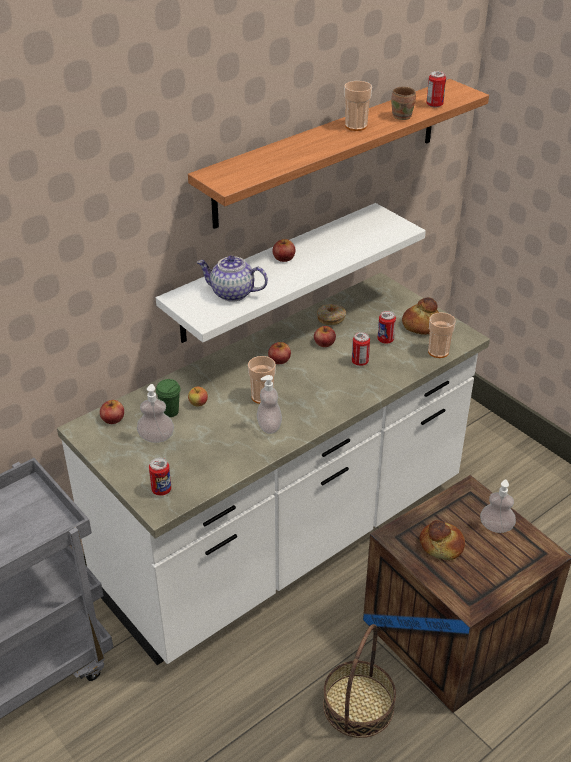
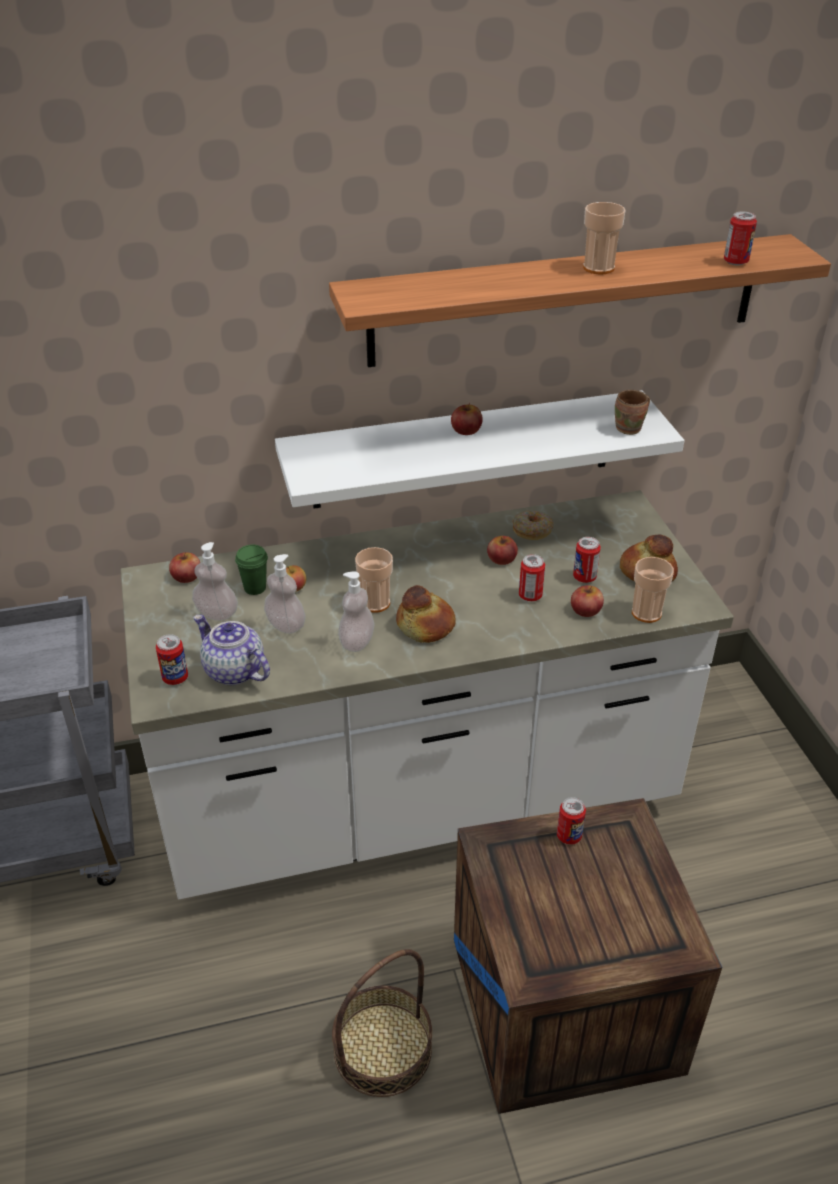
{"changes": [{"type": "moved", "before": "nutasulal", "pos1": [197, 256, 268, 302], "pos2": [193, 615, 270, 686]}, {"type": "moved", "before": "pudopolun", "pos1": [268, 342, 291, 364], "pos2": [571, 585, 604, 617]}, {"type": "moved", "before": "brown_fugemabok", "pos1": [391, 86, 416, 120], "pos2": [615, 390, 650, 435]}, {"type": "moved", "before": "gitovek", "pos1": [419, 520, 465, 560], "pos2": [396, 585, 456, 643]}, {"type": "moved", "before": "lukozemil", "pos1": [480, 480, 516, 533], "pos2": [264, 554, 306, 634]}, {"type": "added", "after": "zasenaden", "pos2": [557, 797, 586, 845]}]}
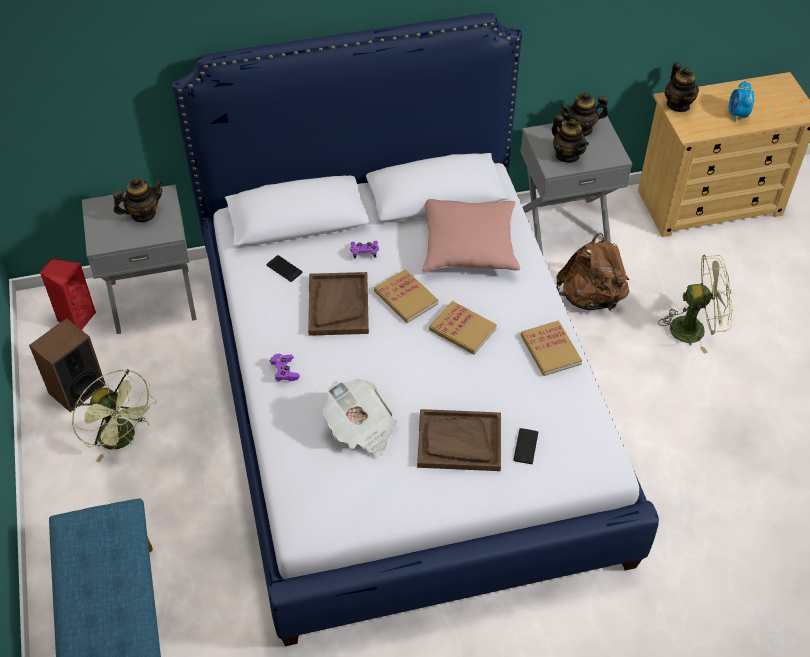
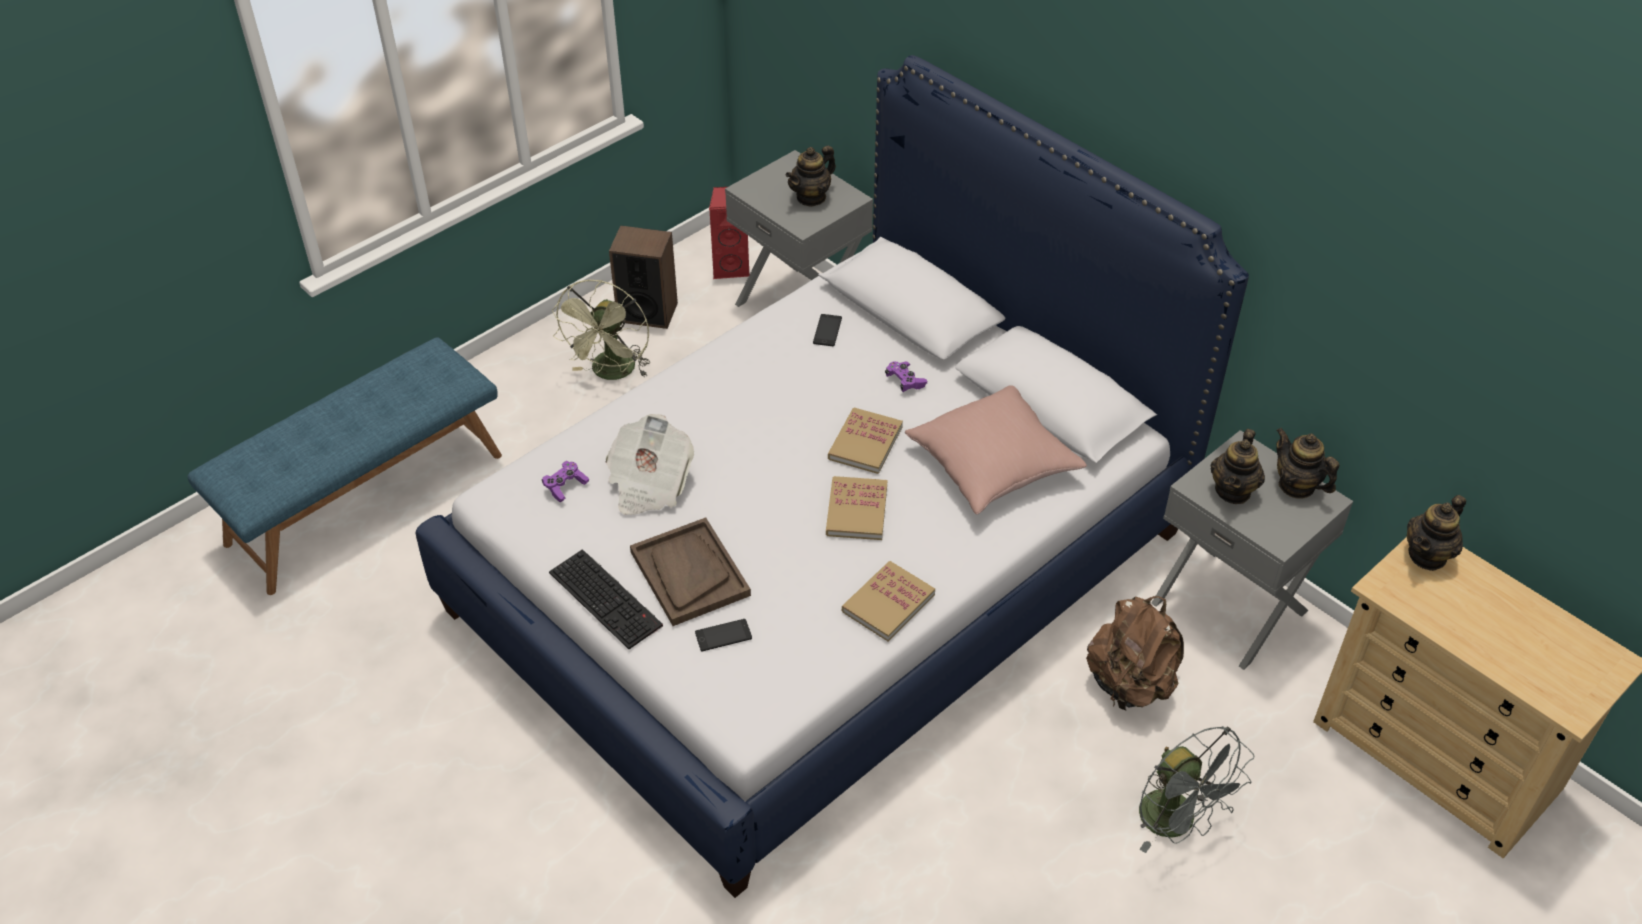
{"changes": [{"type": "turned", "before": "nutasulal", "pos1": [113, 178, 163, 222], "pos2": [786, 146, 836, 207], "turn": 105}, {"type": "moved", "before": "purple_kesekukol", "pos1": [269, 354, 300, 382], "pos2": [542, 461, 589, 503]}, {"type": "removed", "before": "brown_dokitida", "pos1": [308, 272, 369, 336]}, {"type": "recoloured", "before": "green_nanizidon", "after": "grey_nanizidon", "pos1": [658, 255, 732, 354], "pos2": [1139, 726, 1254, 853]}, {"type": "removed", "before": "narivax", "pos1": [729, 80, 754, 122]}, {"type": "added", "after": "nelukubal", "pos2": [549, 549, 663, 649]}]}
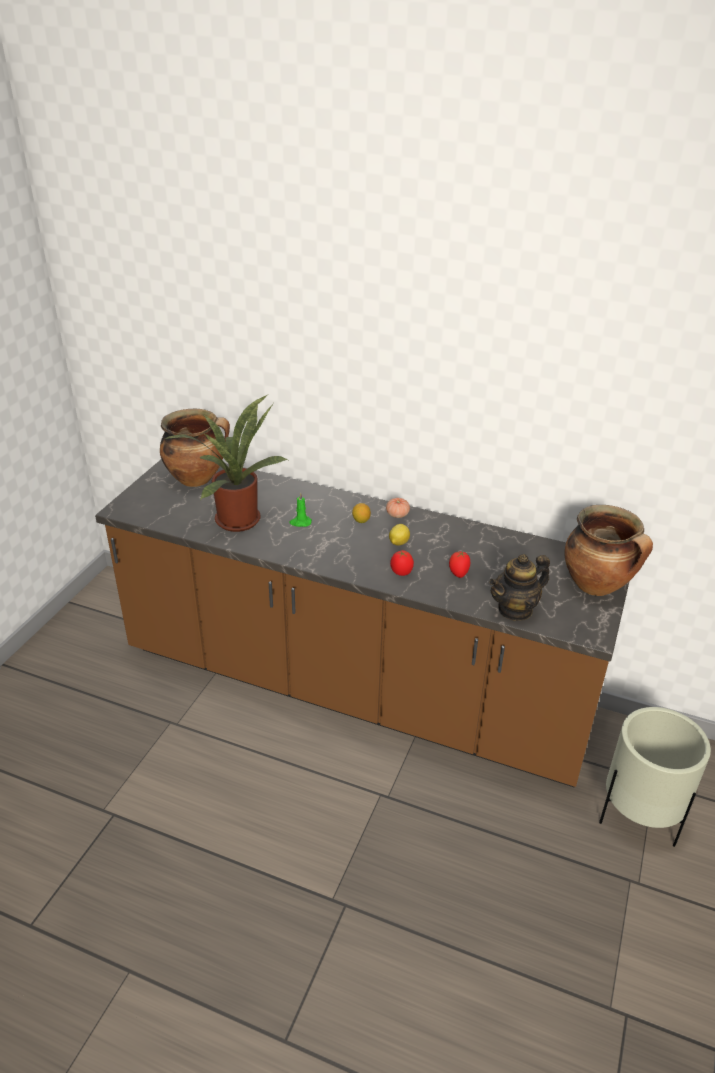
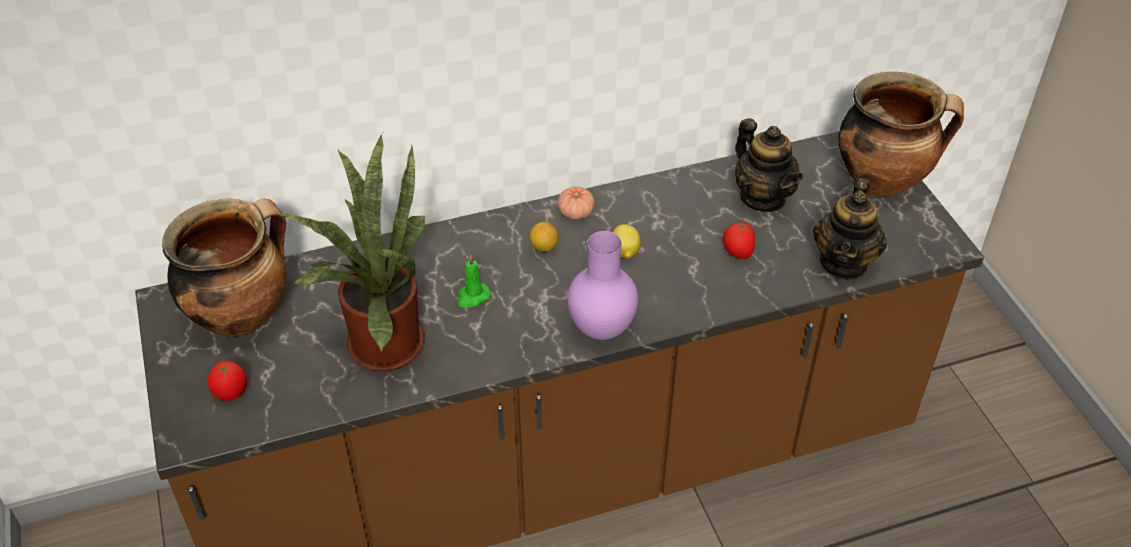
{"changes": [{"type": "moved", "before": "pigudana", "pos1": [390, 550, 414, 576], "pos2": [208, 361, 247, 401]}, {"type": "removed", "before": "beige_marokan", "pos1": [599, 707, 711, 847]}, {"type": "added", "after": "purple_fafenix", "pos2": [567, 231, 638, 340]}, {"type": "added", "after": "nutasulal", "pos2": [735, 118, 803, 212]}]}
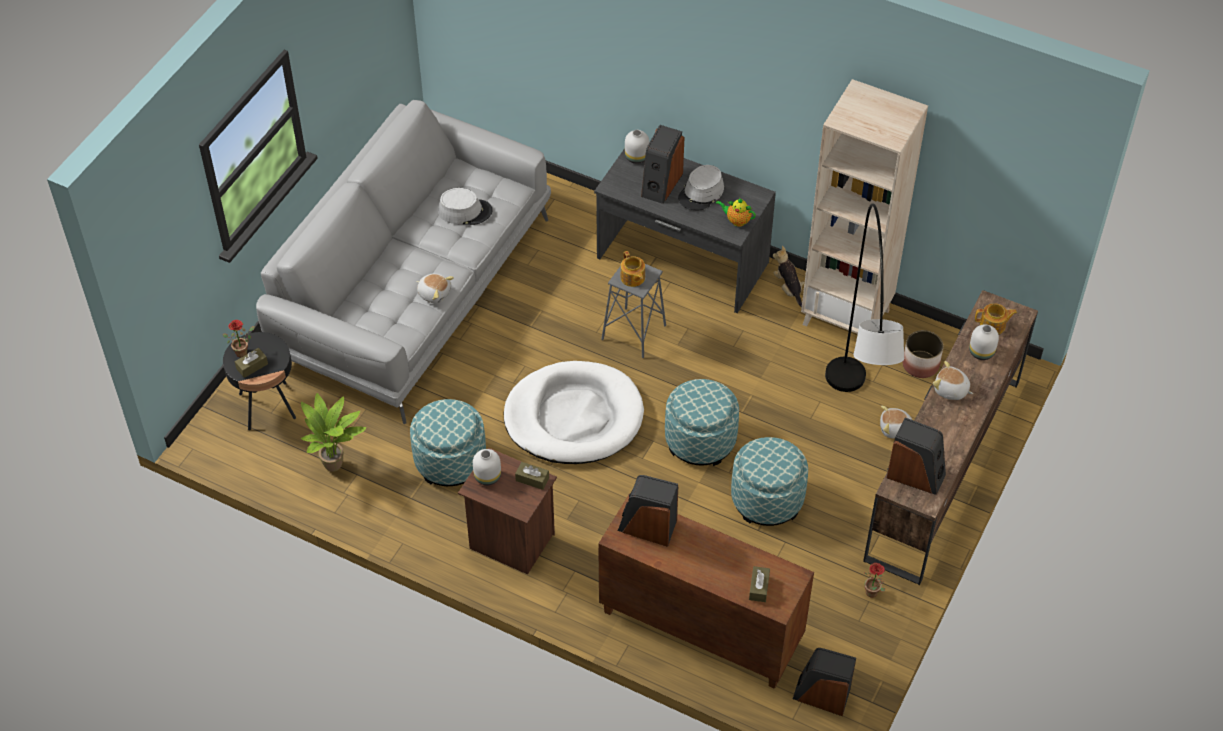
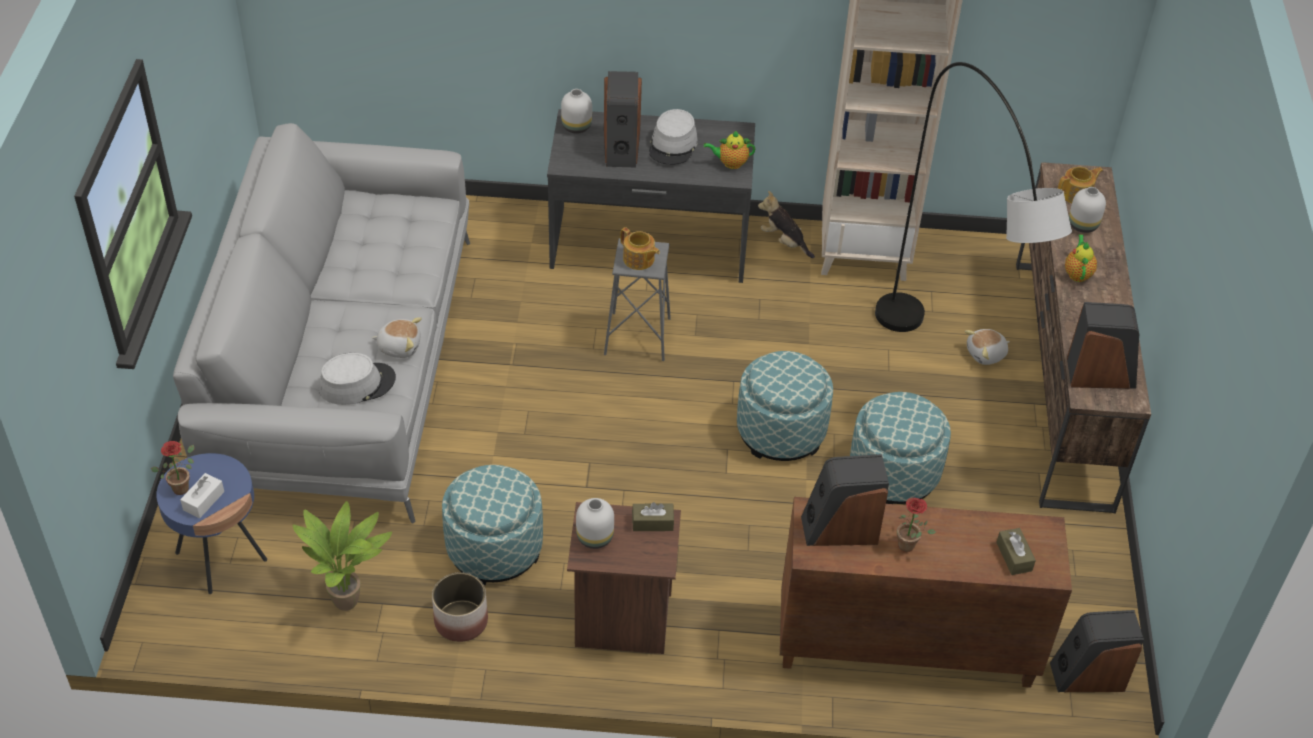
{"changes": [{"type": "recoloured", "before": "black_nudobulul", "after": "blue_nudobulul", "pos1": [223, 332, 296, 430], "pos2": [156, 453, 267, 594]}, {"type": "recoloured", "before": "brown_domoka", "after": "white_domoka", "pos1": [235, 348, 268, 378], "pos2": [180, 473, 224, 518]}, {"type": "moved", "before": "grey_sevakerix", "pos1": [438, 188, 493, 225], "pos2": [319, 353, 396, 405]}, {"type": "removed", "before": "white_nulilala", "pos1": [504, 361, 644, 464]}, {"type": "moved", "before": "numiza", "pos1": [864, 563, 885, 598], "pos2": [897, 498, 936, 552]}, {"type": "moved", "before": "marokan", "pos1": [902, 330, 943, 378], "pos2": [432, 572, 488, 642]}, {"type": "replaced", "before": "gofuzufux", "after": "nutasulal", "pos1": [933, 361, 973, 400], "pos2": [1065, 234, 1097, 282]}]}
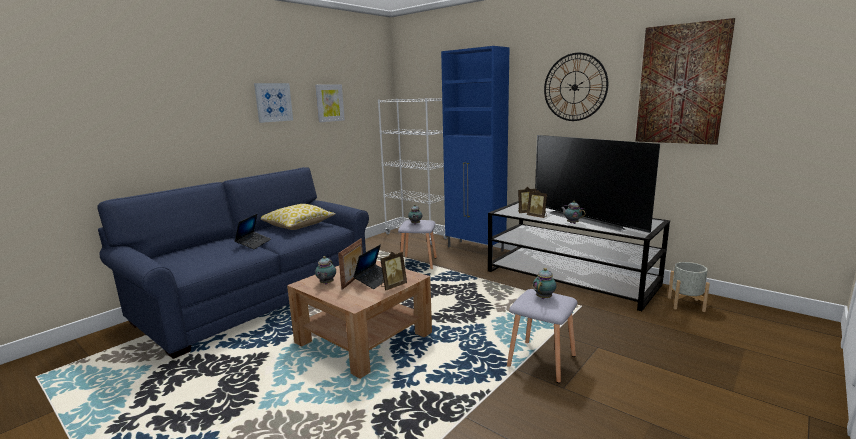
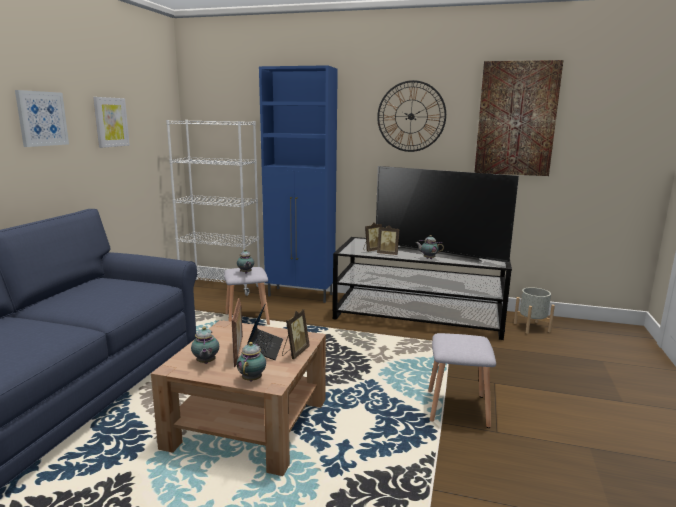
{"changes": [{"type": "removed", "before": "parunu", "pos1": [235, 214, 271, 249]}, {"type": "removed", "before": "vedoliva", "pos1": [261, 204, 336, 230]}, {"type": "moved", "before": "nutasulal", "pos1": [533, 268, 556, 299], "pos2": [237, 342, 266, 382]}]}
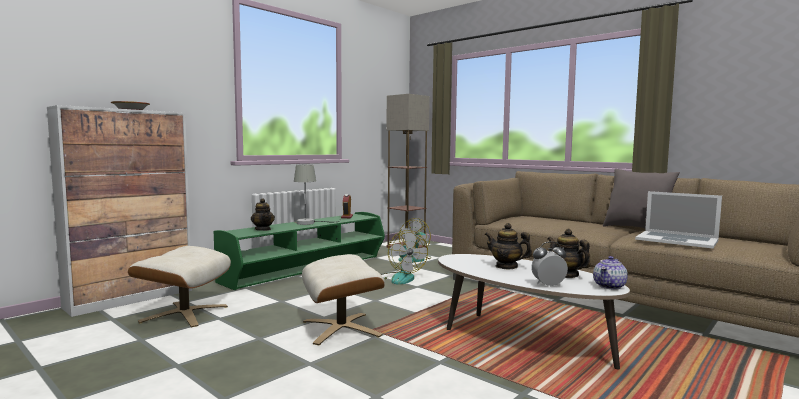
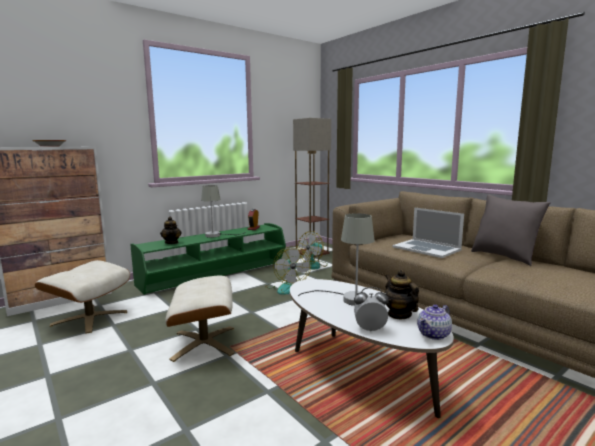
{"changes": [{"type": "replaced", "before": "nutasulal", "after": "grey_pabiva", "pos1": [485, 223, 532, 269], "pos2": [298, 213, 375, 306]}, {"type": "moved", "before": "parunu", "pos1": [635, 191, 722, 249], "pos2": [393, 207, 464, 258]}]}
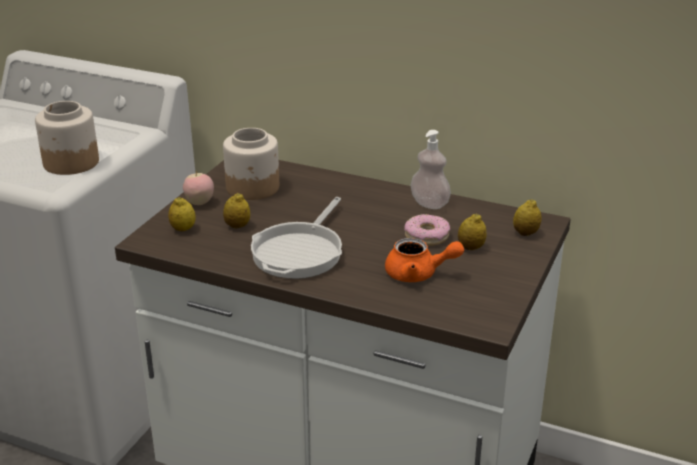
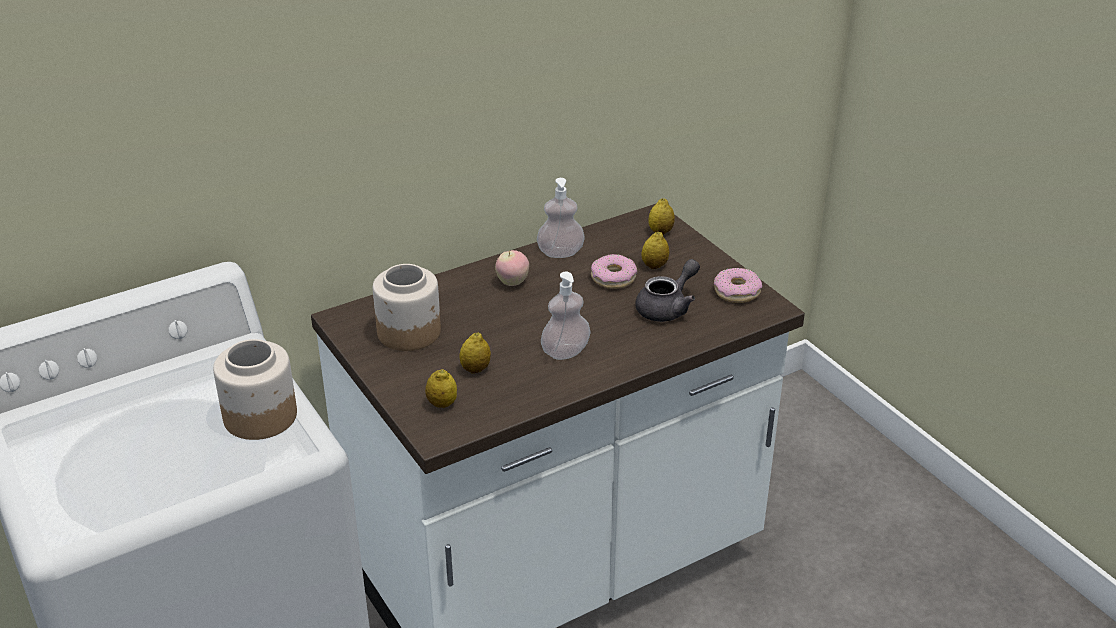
{"changes": [{"type": "moved", "before": "pudopolun", "pos1": [183, 170, 214, 205], "pos2": [495, 250, 529, 286]}, {"type": "replaced", "before": "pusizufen", "after": "lukozemil", "pos1": [251, 197, 342, 279], "pos2": [541, 272, 590, 360]}, {"type": "recoloured", "before": "orange_nutasulal", "after": "grey_nutasulal", "pos1": [385, 238, 464, 282], "pos2": [635, 259, 700, 322]}, {"type": "added", "after": "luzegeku", "pos2": [714, 268, 762, 303]}]}
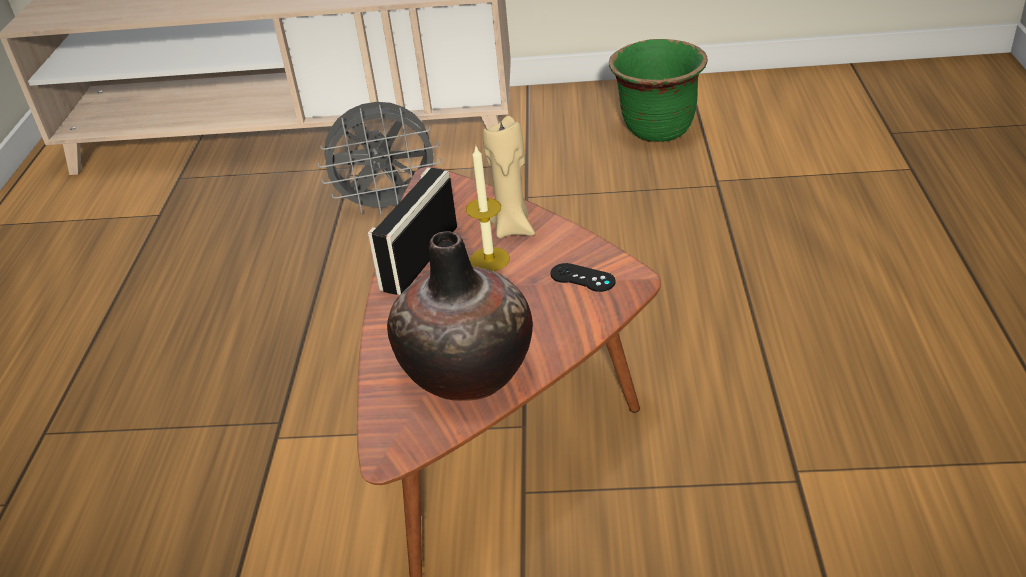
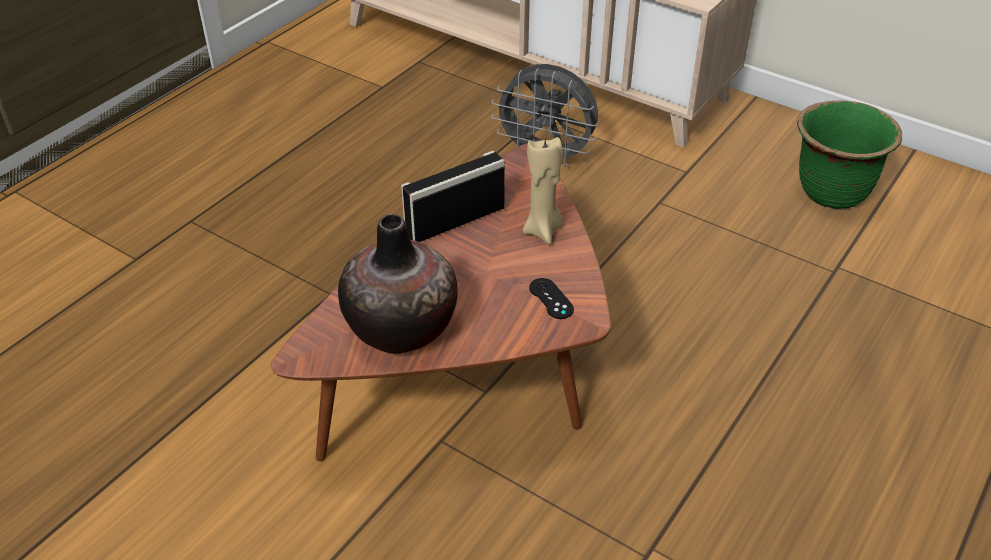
{"changes": [{"type": "removed", "before": "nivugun", "pos1": [466, 146, 510, 271]}]}
